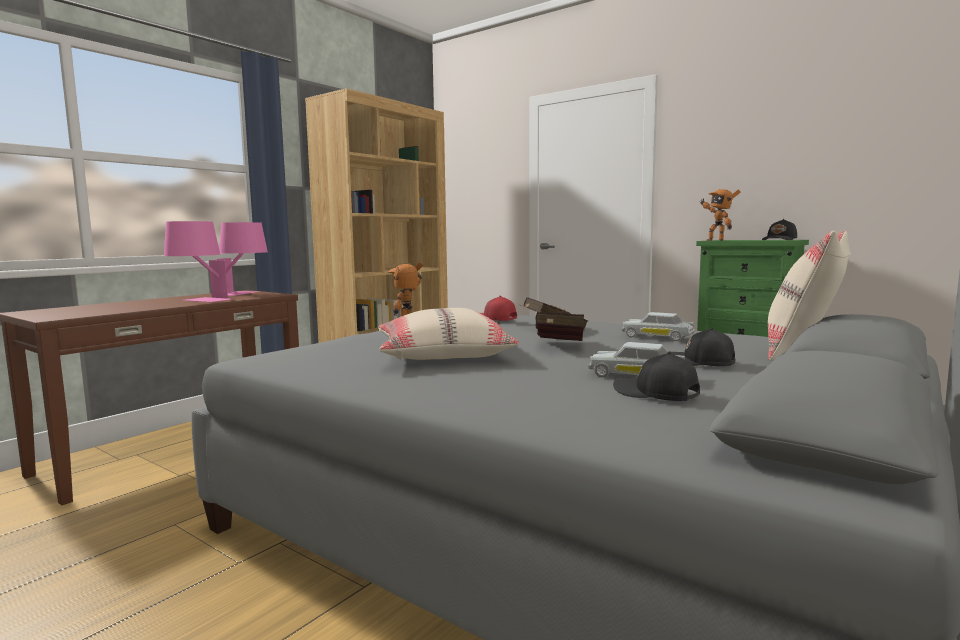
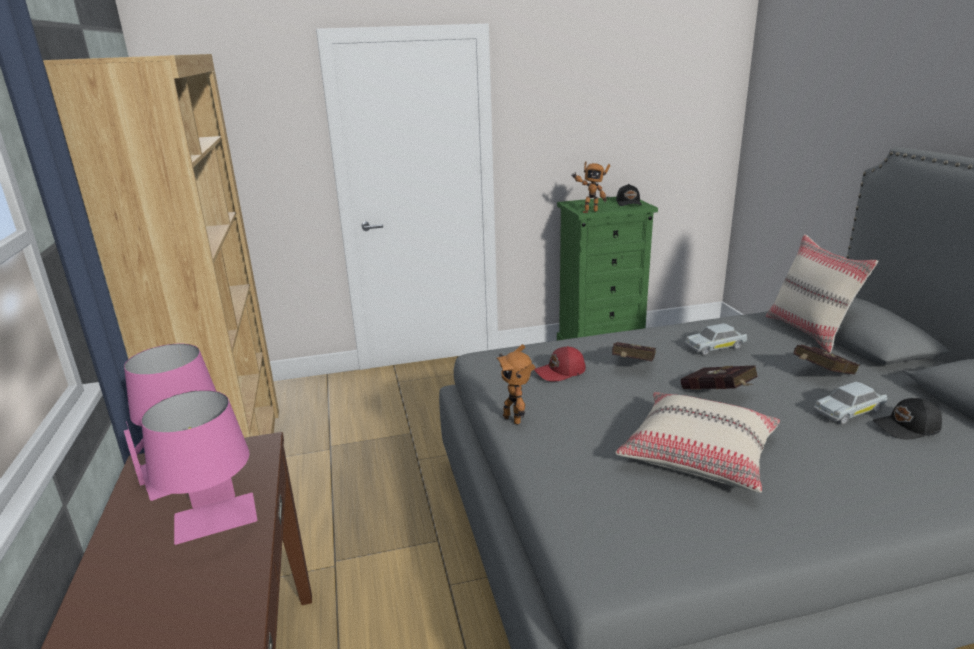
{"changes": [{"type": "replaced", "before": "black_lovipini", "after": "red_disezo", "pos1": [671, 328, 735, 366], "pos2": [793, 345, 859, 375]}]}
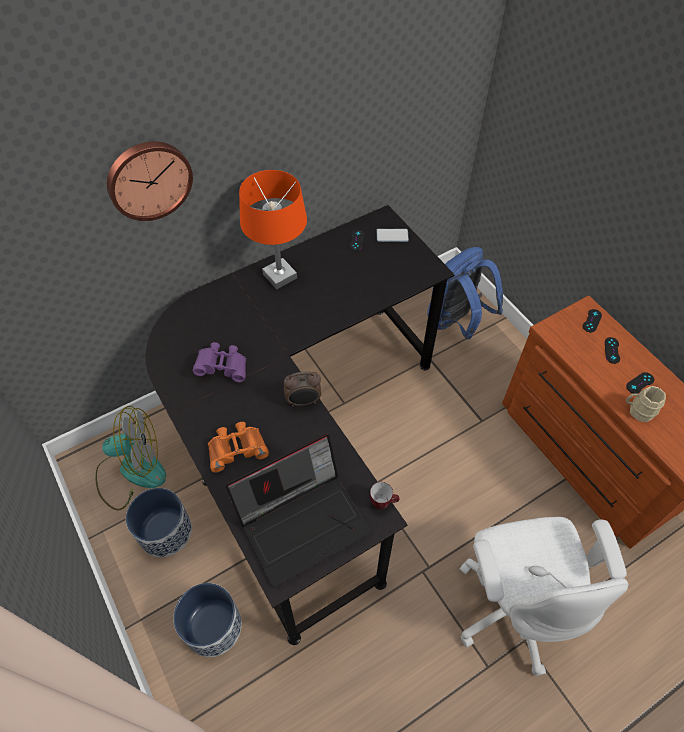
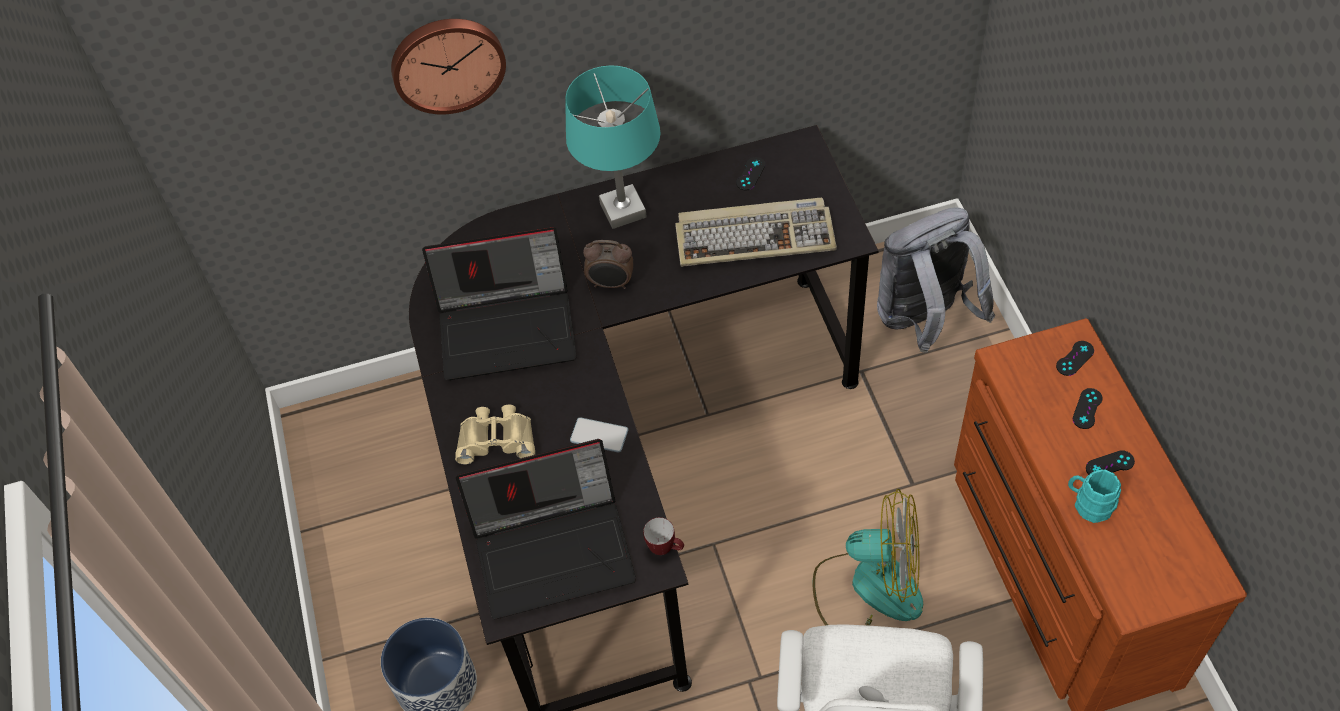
{"changes": [{"type": "moved", "before": "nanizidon", "pos1": [95, 406, 166, 511], "pos2": [813, 489, 923, 626]}, {"type": "removed", "before": "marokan", "pos1": [126, 488, 192, 557]}, {"type": "replaced", "before": "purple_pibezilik", "after": "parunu", "pos1": [193, 342, 246, 382], "pos2": [422, 227, 576, 380]}, {"type": "recoloured", "before": "orange_pibezilik", "after": "beige_pibezilik", "pos1": [208, 422, 269, 473], "pos2": [455, 405, 535, 465]}, {"type": "recoloured", "before": "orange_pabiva", "after": "turquoise_pabiva", "pos1": [239, 170, 307, 289], "pos2": [565, 65, 661, 229]}, {"type": "moved", "before": "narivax", "pos1": [284, 372, 321, 407], "pos2": [583, 240, 633, 289]}, {"type": "moved", "before": "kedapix", "pos1": [377, 229, 409, 242], "pos2": [570, 417, 628, 453]}, {"type": "recoloured", "before": "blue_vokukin", "after": "grey_vokukin", "pos1": [427, 247, 503, 339], "pos2": [877, 208, 995, 353]}, {"type": "recoloured", "before": "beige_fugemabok", "after": "turquoise_fugemabok", "pos1": [626, 386, 666, 422], "pos2": [1068, 469, 1121, 523]}, {"type": "added", "after": "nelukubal", "pos2": [675, 198, 837, 267]}]}
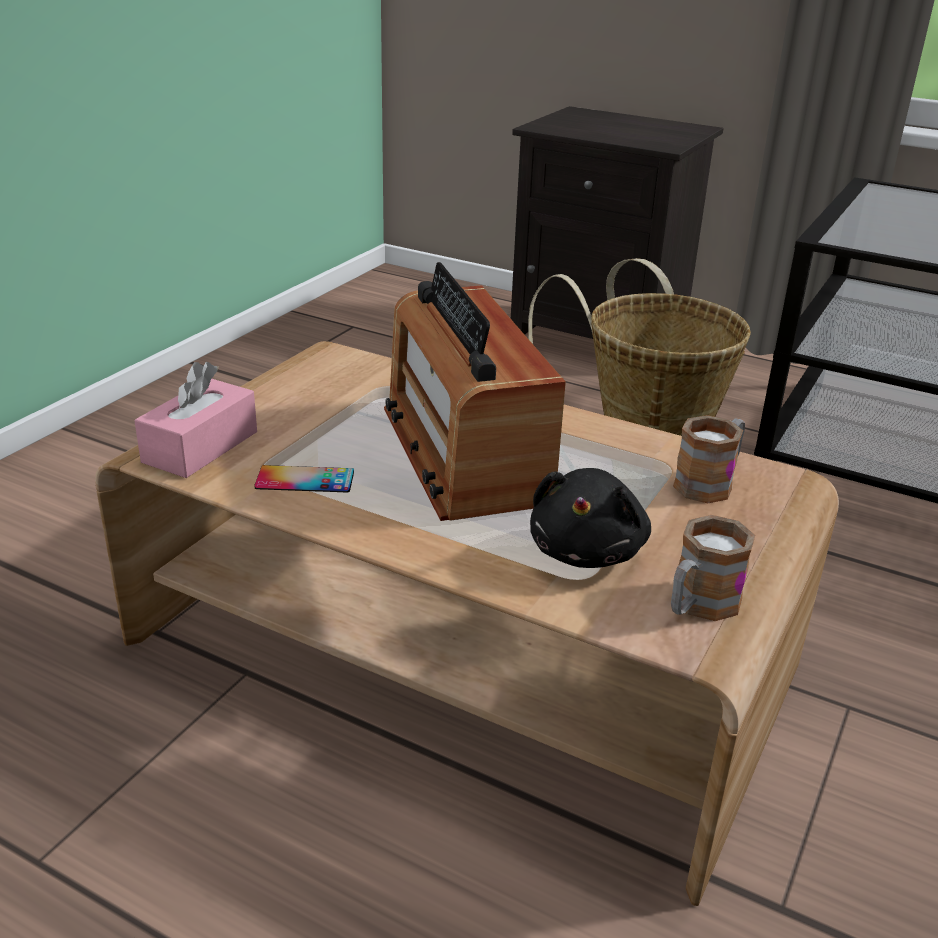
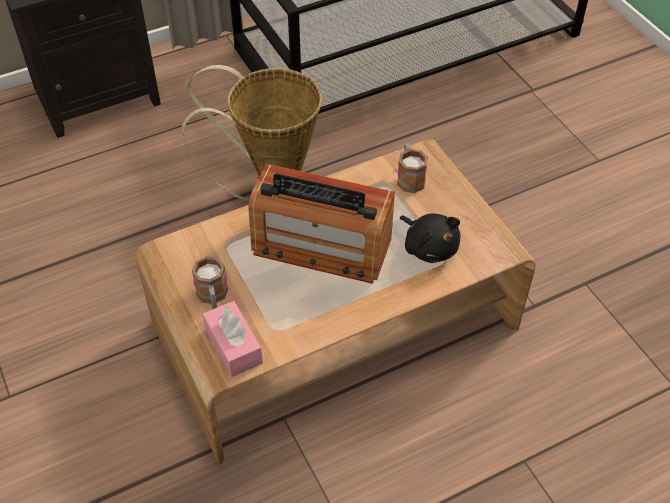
{"changes": [{"type": "removed", "before": "kedapix", "pos1": [254, 465, 354, 493]}, {"type": "moved", "before": "fugemabok", "pos1": [671, 515, 755, 621], "pos2": [192, 256, 228, 309]}]}
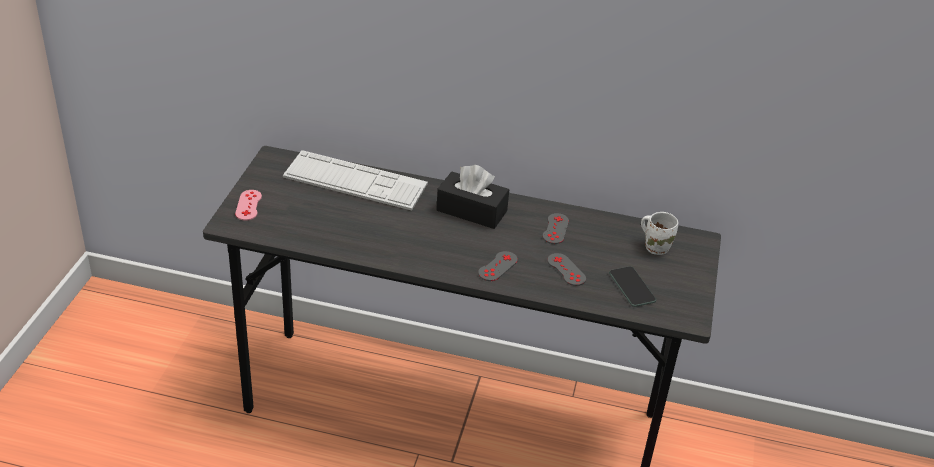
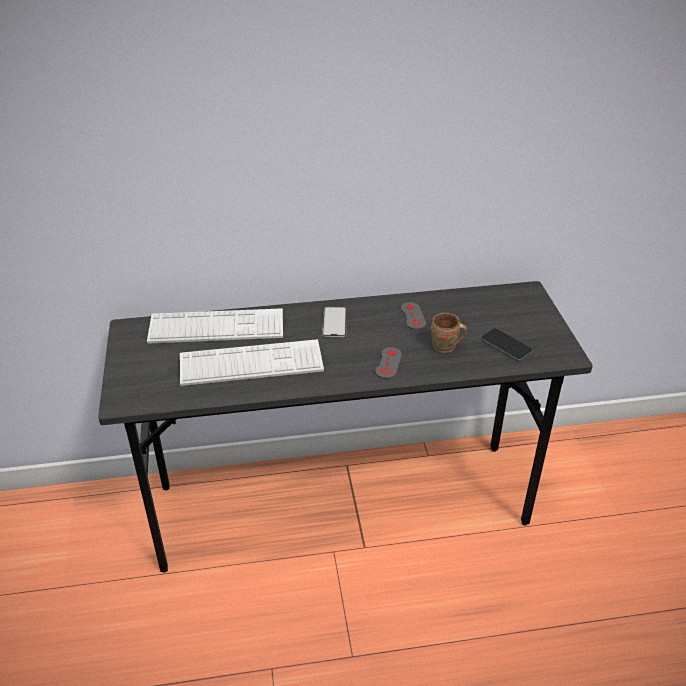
{"changes": [{"type": "removed", "before": "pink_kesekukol", "pos1": [235, 190, 262, 221]}, {"type": "replaced", "before": "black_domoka", "after": "kedapix", "pos1": [436, 165, 509, 229], "pos2": [322, 307, 347, 337]}, {"type": "replaced", "before": "grey_kesekukol", "after": "brown_fugemabok", "pos1": [547, 253, 586, 286], "pos2": [431, 312, 468, 353]}, {"type": "removed", "before": "white_fugemabok", "pos1": [641, 212, 678, 255]}, {"type": "added", "after": "nelukubal", "pos2": [180, 339, 324, 386]}]}
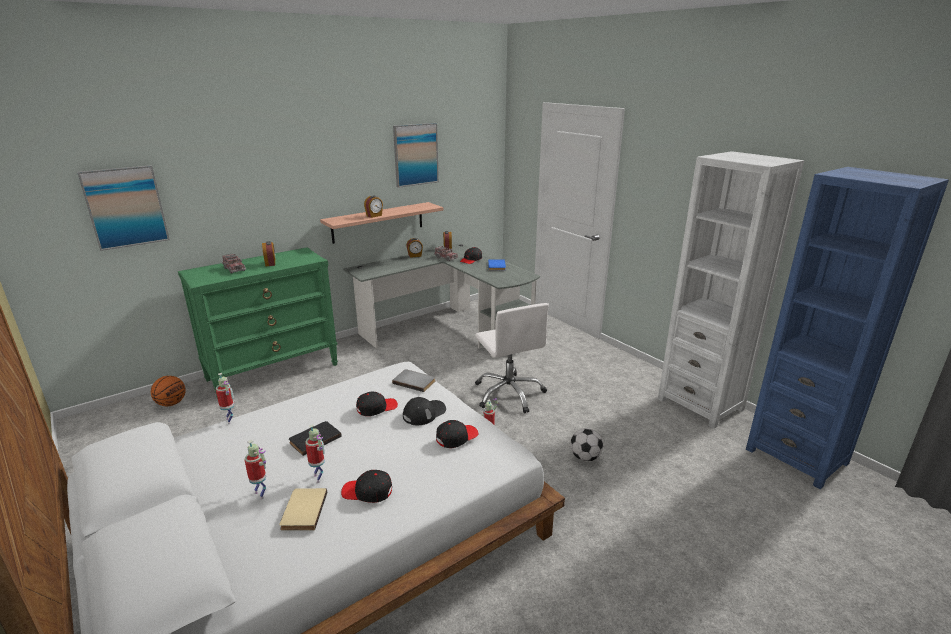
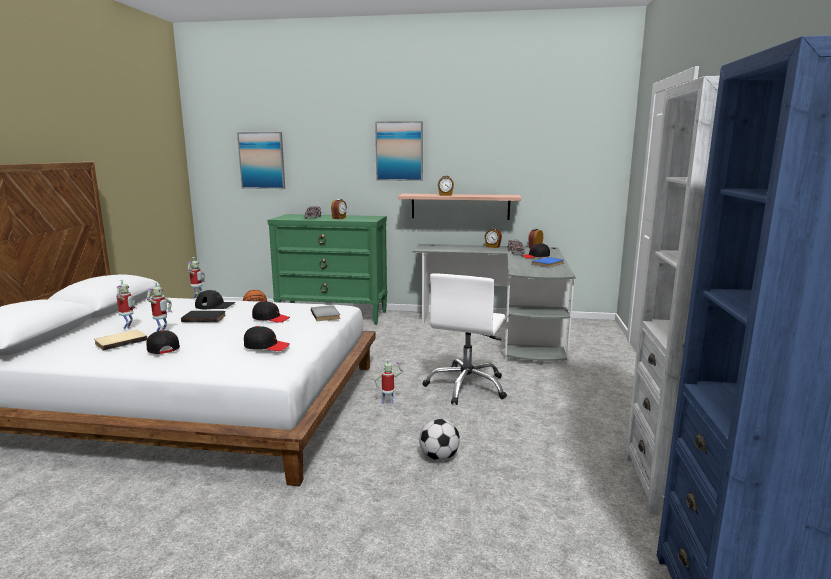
{"changes": [{"type": "moved", "before": "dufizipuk", "pos1": [393, 123, 439, 188], "pos2": [375, 121, 423, 181]}, {"type": "moved", "before": "black_lovipini", "pos1": [403, 397, 446, 425], "pos2": [195, 290, 235, 309]}]}
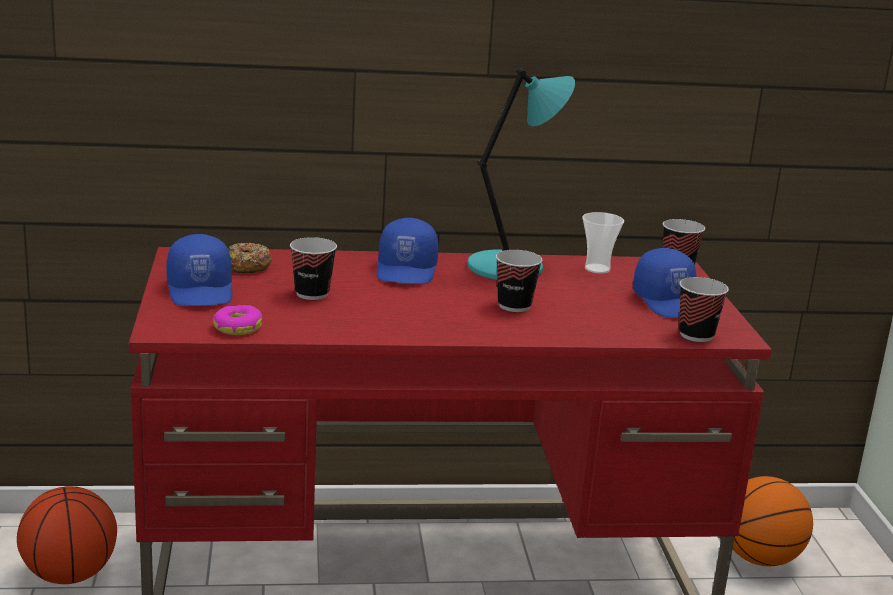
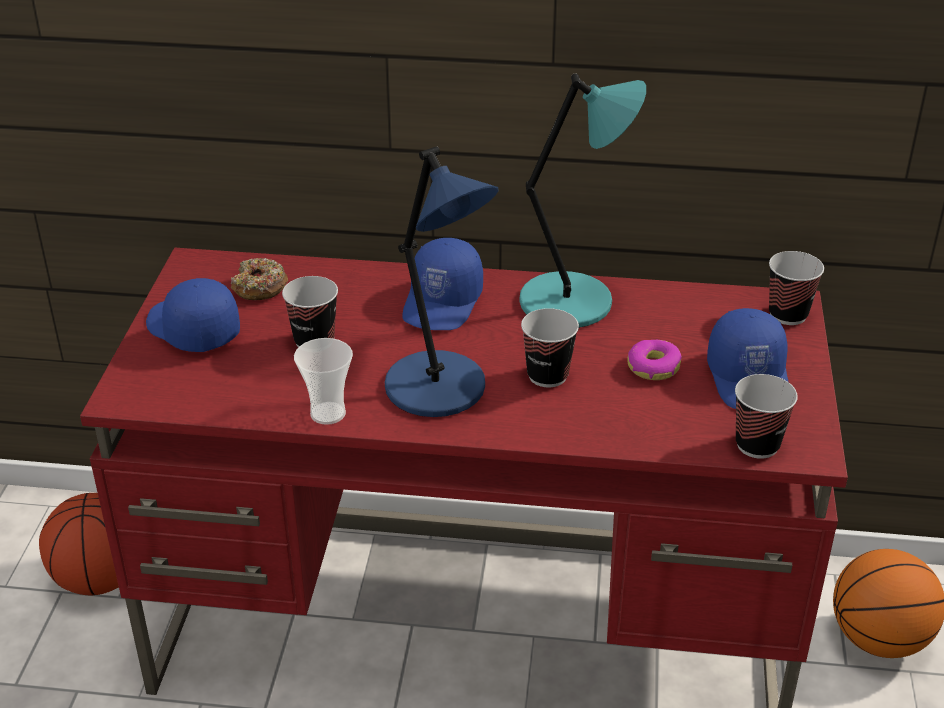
{"changes": [{"type": "turned", "before": "blue_lovipini", "pos1": [167, 234, 232, 306], "pos2": [146, 278, 240, 352], "turn": 135}, {"type": "moved", "before": "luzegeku", "pos1": [213, 305, 262, 335], "pos2": [628, 340, 682, 380]}, {"type": "moved", "before": "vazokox", "pos1": [582, 212, 624, 274], "pos2": [294, 338, 353, 425]}, {"type": "added", "after": "blue_pabiva", "pos2": [385, 146, 499, 417]}]}
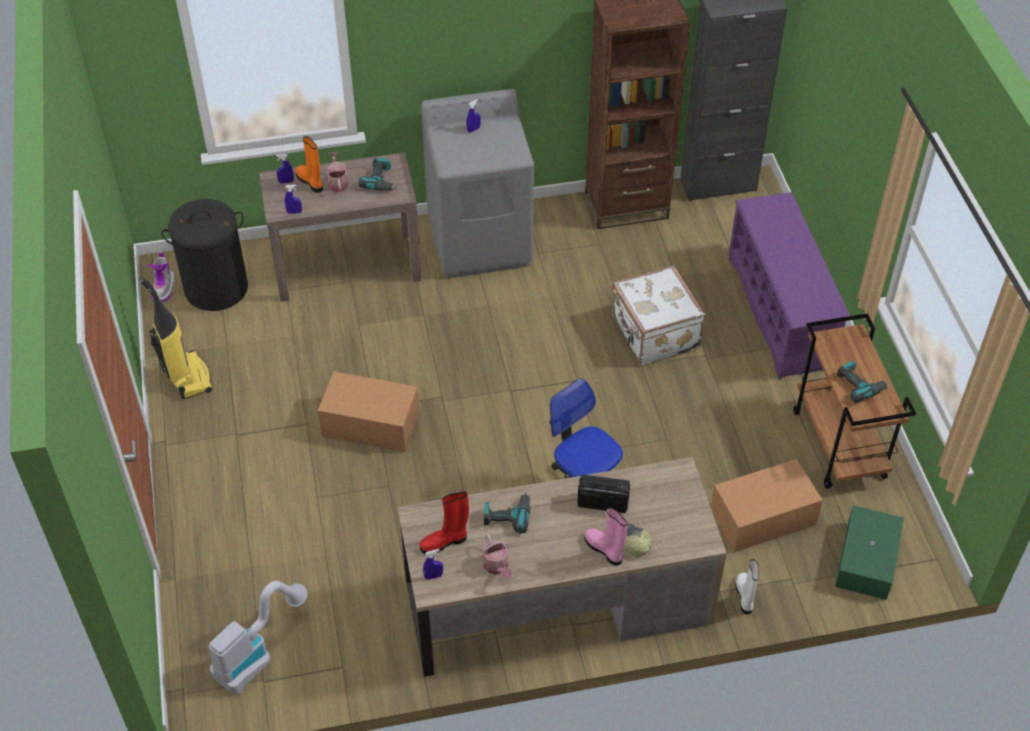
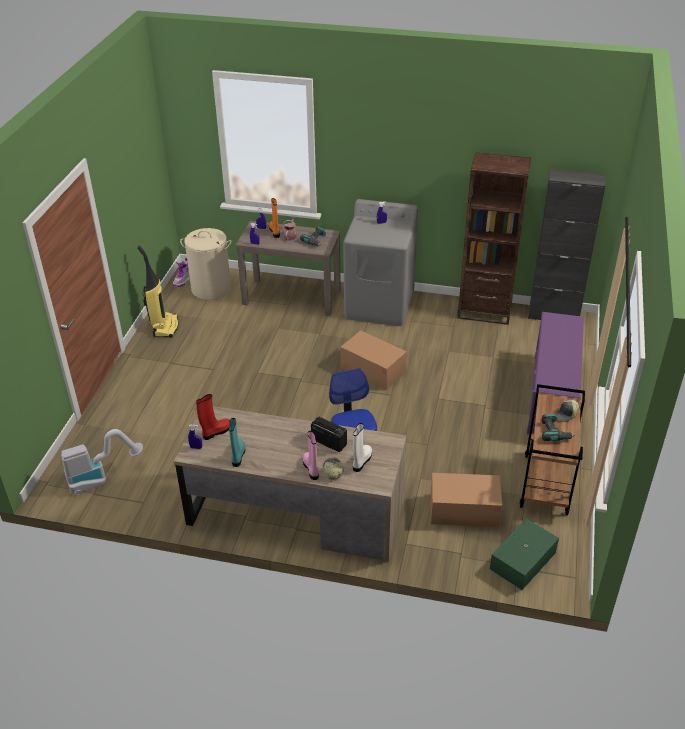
{"changes": [{"type": "recoloured", "before": "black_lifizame", "after": "beige_lifizame", "pos1": [161, 199, 248, 311], "pos2": [180, 228, 232, 300]}, {"type": "moved", "before": "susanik", "pos1": [318, 372, 419, 452], "pos2": [340, 331, 407, 390]}, {"type": "turned", "before": "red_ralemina", "pos1": [420, 491, 469, 554], "pos2": [196, 394, 230, 440], "turn": 135}, {"type": "replaced", "before": "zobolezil", "after": "turquoise_ralemina", "pos1": [482, 534, 512, 579], "pos2": [229, 418, 245, 467]}, {"type": "removed", "before": "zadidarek", "pos1": [484, 492, 530, 533]}, {"type": "removed", "before": "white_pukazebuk", "pos1": [611, 265, 705, 366]}, {"type": "moved", "before": "white_ralemina", "pos1": [735, 559, 759, 614], "pos2": [353, 423, 372, 472]}, {"type": "added", "after": "lovipini", "pos2": [555, 400, 579, 422]}]}
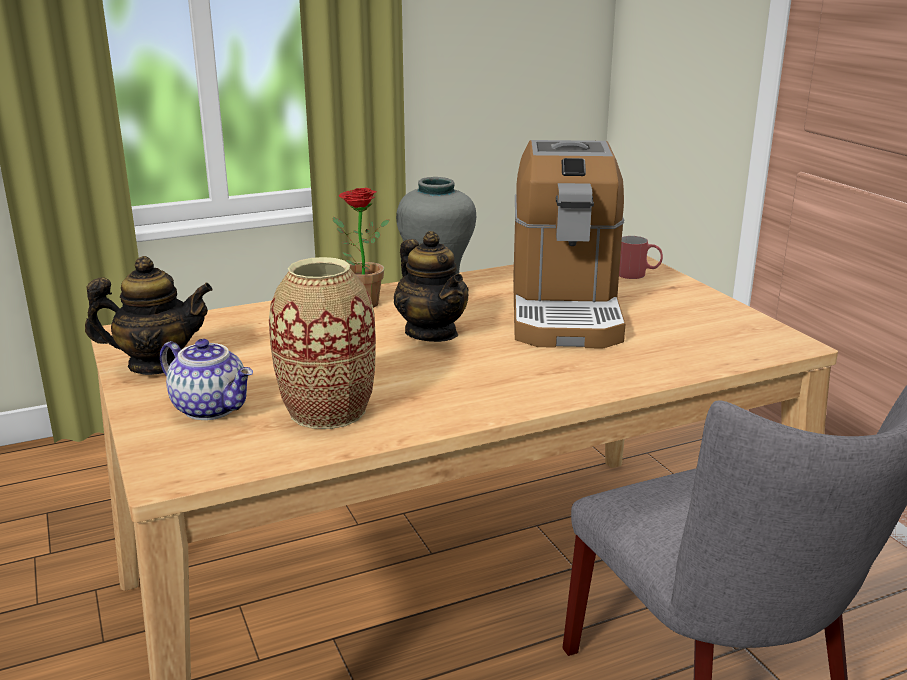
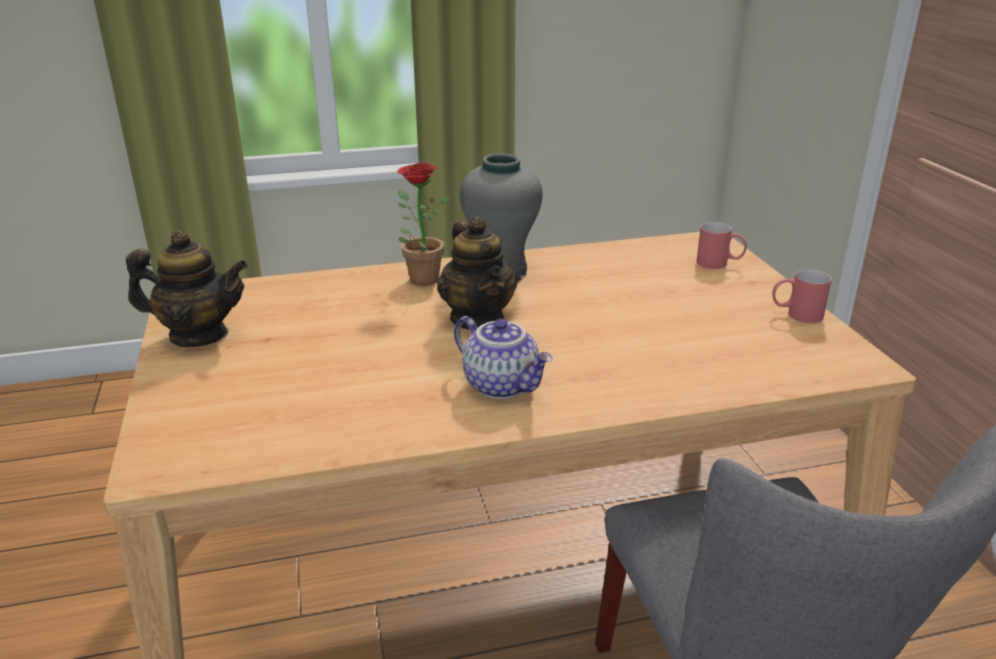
{"changes": [{"type": "moved", "before": "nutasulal", "pos1": [160, 339, 253, 420], "pos2": [454, 316, 552, 399]}, {"type": "removed", "before": "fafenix", "pos1": [269, 257, 376, 429]}, {"type": "removed", "before": "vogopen", "pos1": [513, 140, 625, 349]}, {"type": "added", "after": "red_fugemabok", "pos2": [772, 269, 832, 323]}]}
